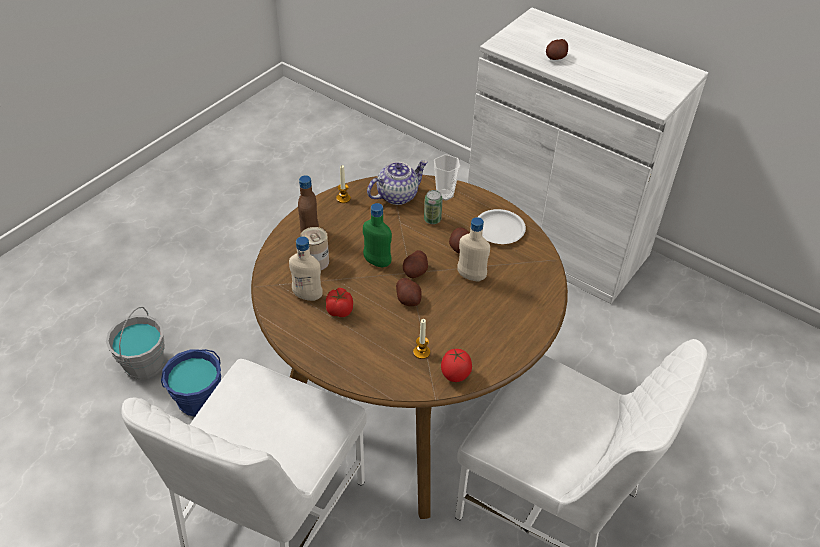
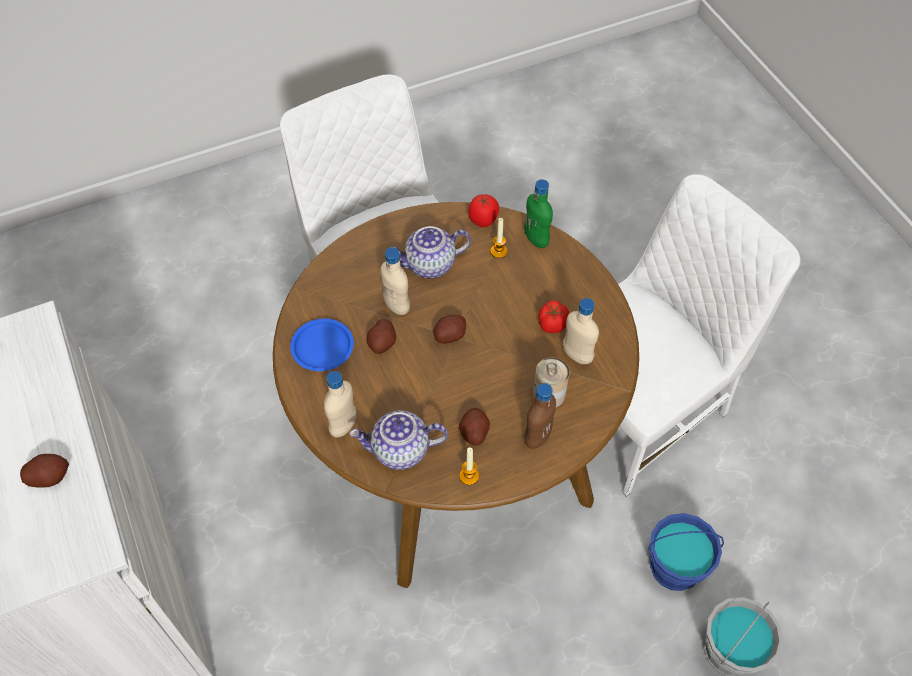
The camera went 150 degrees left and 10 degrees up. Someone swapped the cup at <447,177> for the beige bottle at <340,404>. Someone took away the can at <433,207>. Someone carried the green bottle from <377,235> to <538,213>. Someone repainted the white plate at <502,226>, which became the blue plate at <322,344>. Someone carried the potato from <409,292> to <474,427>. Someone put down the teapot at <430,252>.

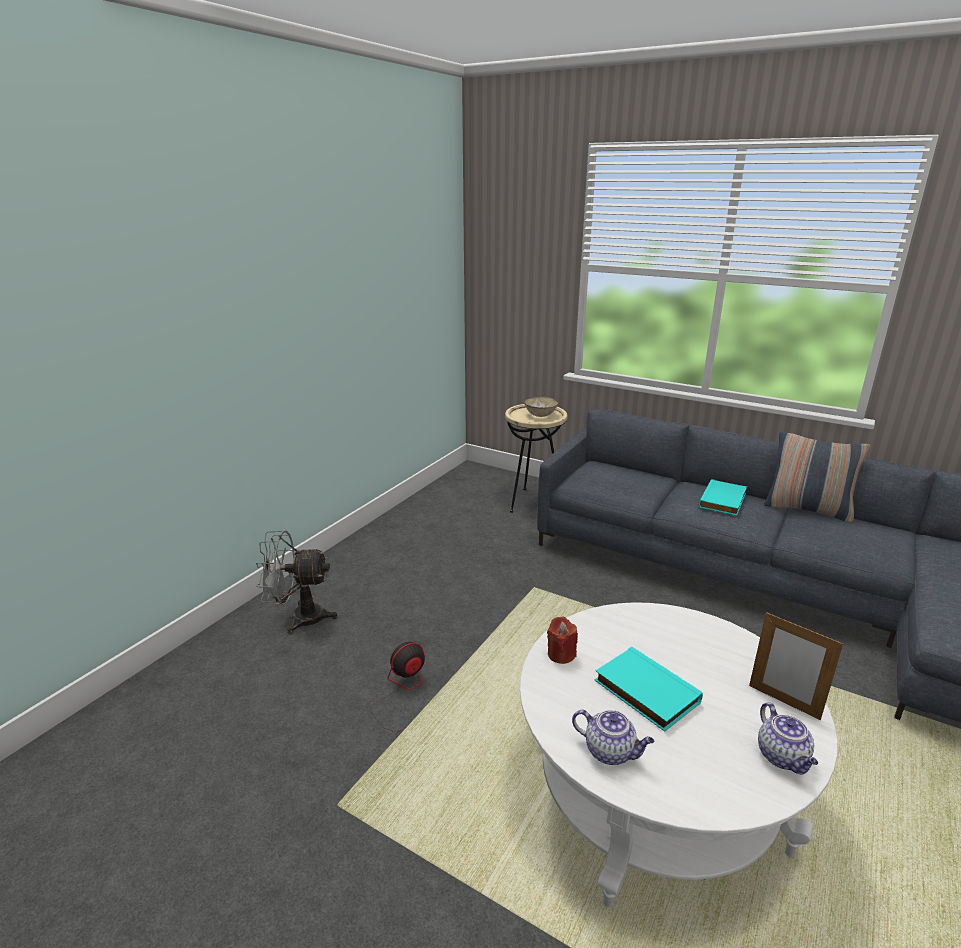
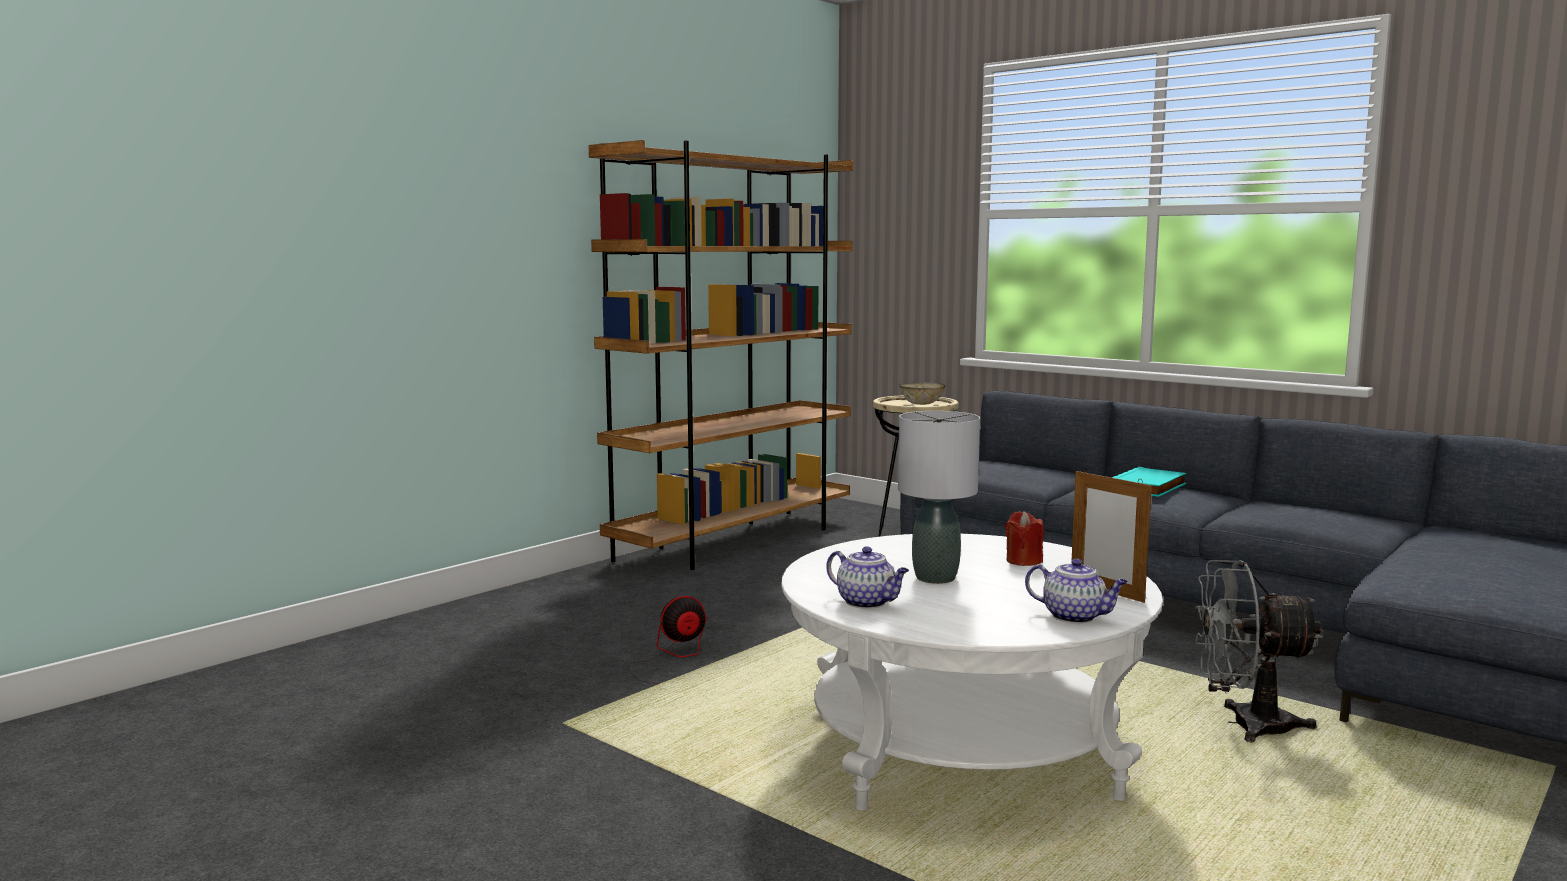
The camera went 10 degrees right and 15 degrees down. Someone took away the pillow at <817,477>. Someone carried the grey fan from <297,582> to <1258,651>. Someone carried the red candle from <562,640> to <1024,538>. Someone swapped the turquoise book at <648,689> for the grey table lamp at <939,497>. Someone rotated the teapot at <788,738> by 60 degrees counterclockwise. Someone put down the brown bookcase at <720,355>.

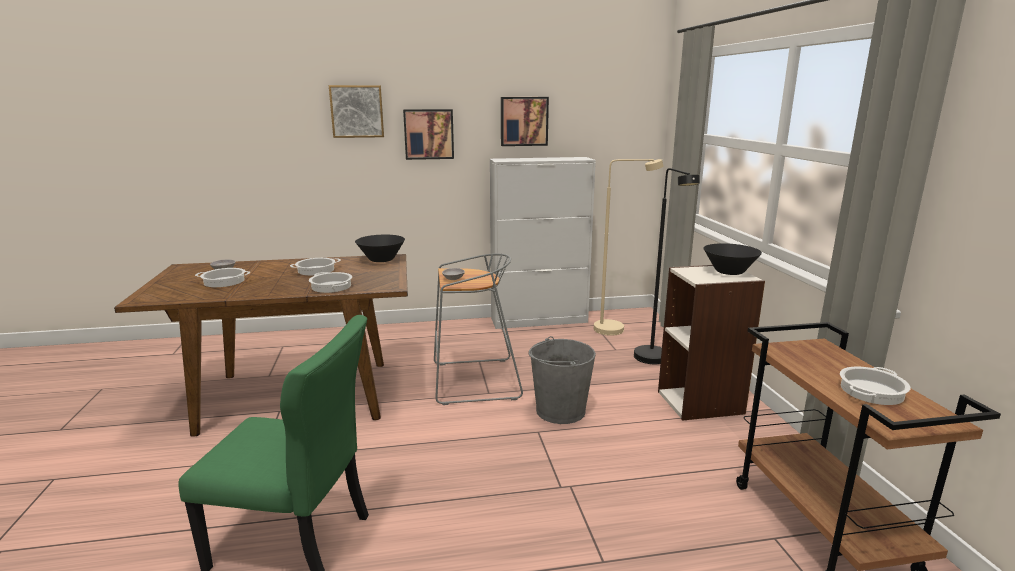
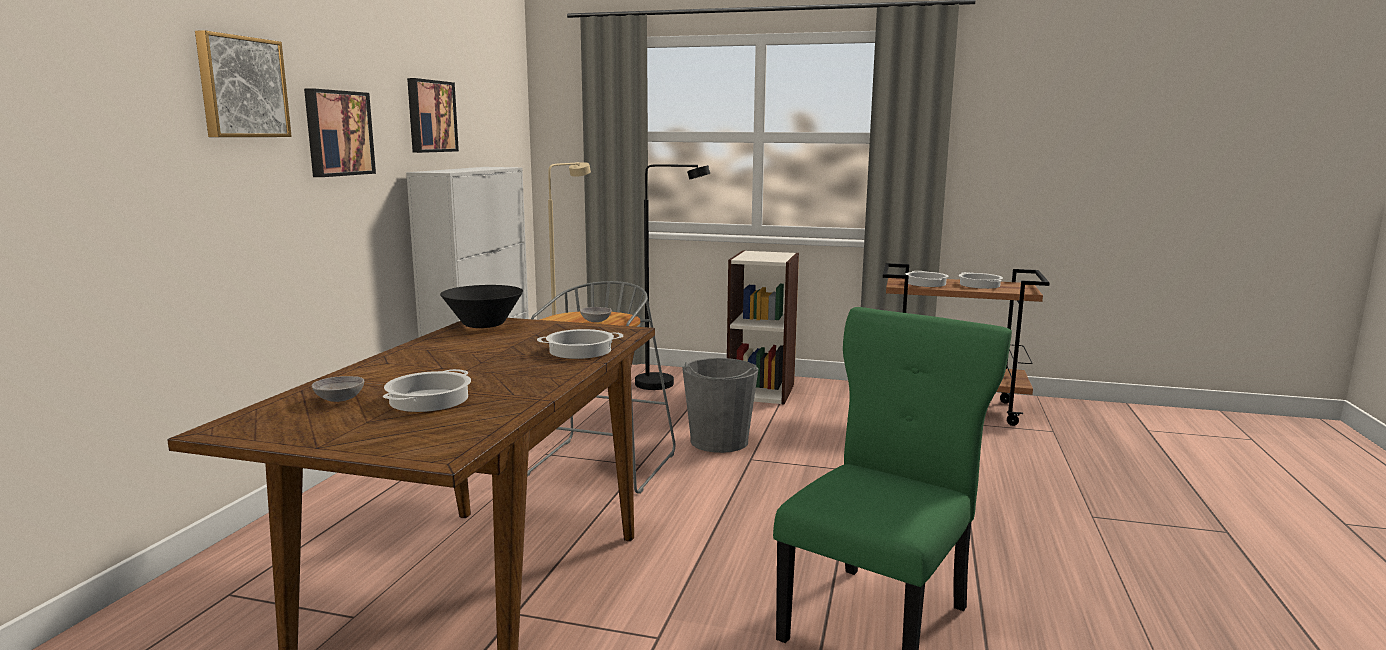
The camera went 65 degrees left and 5 degrees down. Someone took away the black bowl at <732,259>. Someone carried the cooking pot from <315,267> to <927,279>.

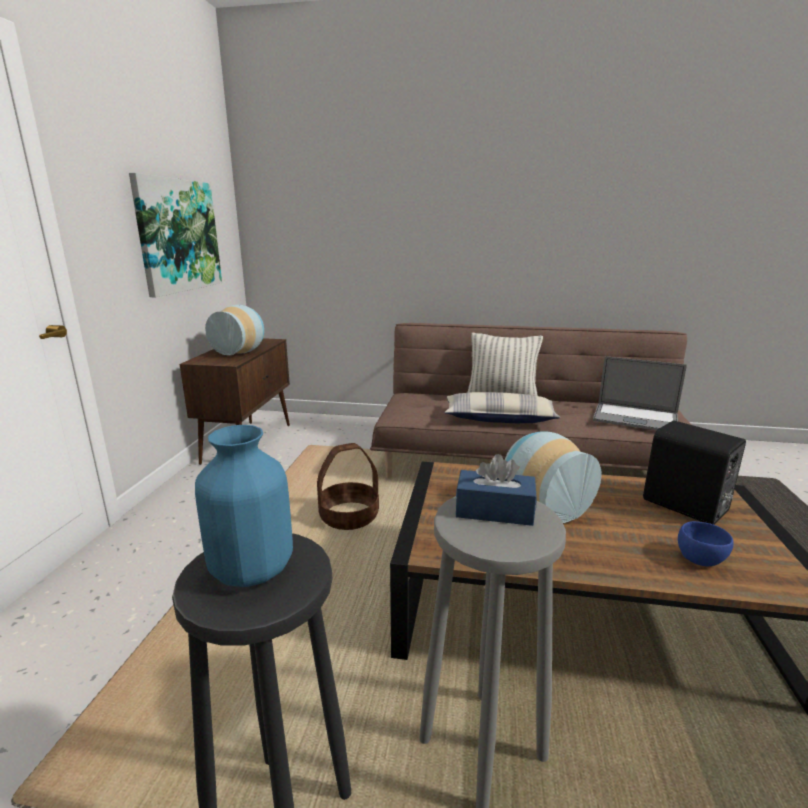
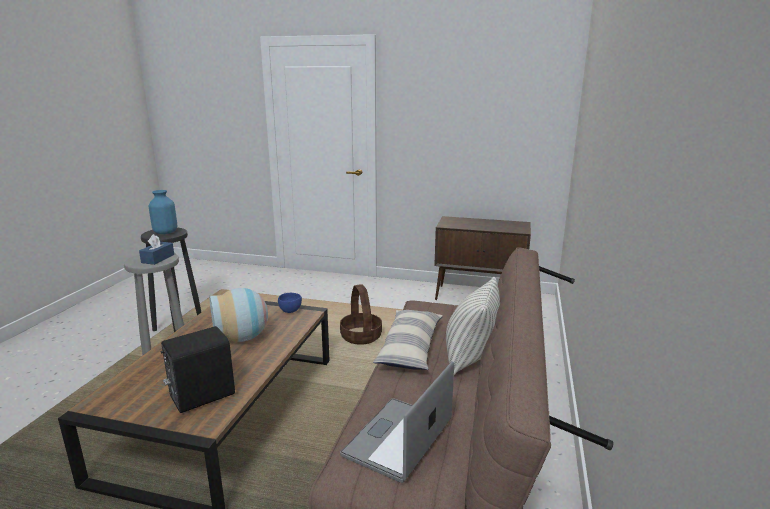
The camera went 95 degrees right and 0 degrees up. Someone took away the picture at <175,235>. Someone took away the vase at <234,330>. Someone carried the blue bowl from <706,543> to <290,303>.

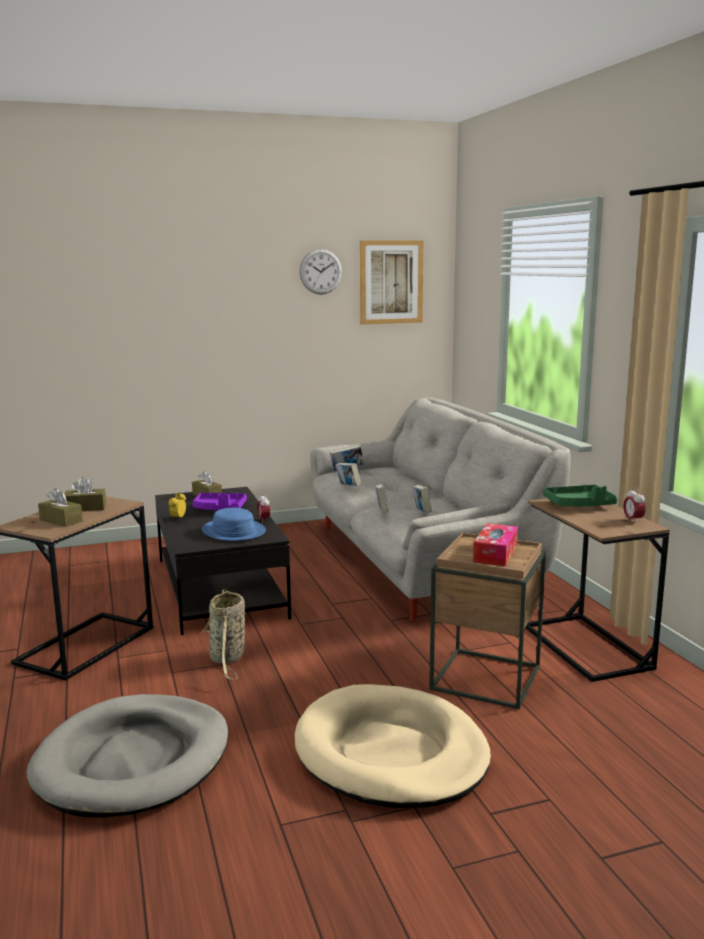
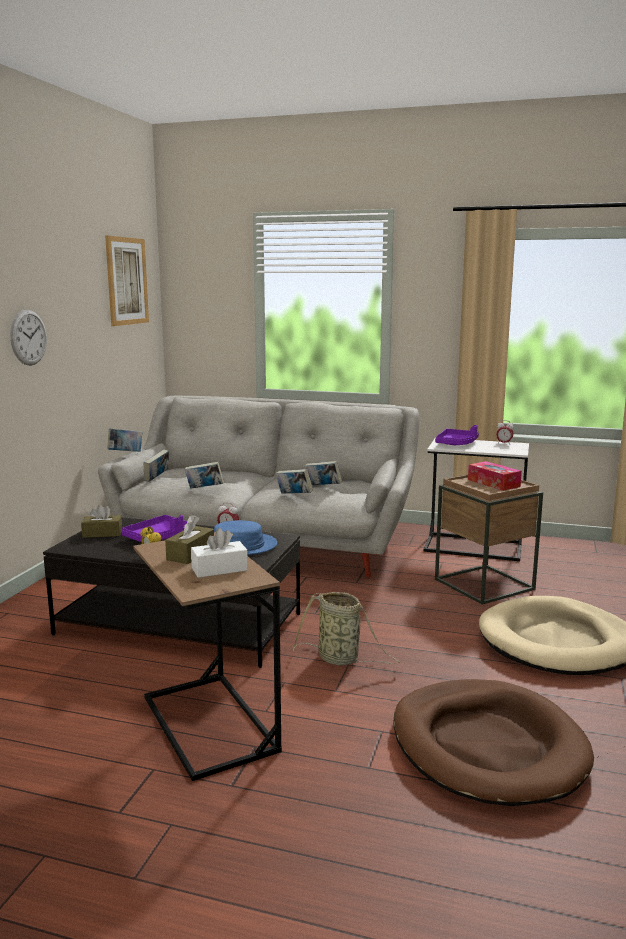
The camera went 55 degrees left and 0 degrees up. Someone carried the wall clock from <320,272> to <28,337>. Someone repainted the green tray at <580,496>, which became the purple tray at <457,435>. Someone repainted the brown tissue box at <60,507>, which became the white tissue box at <219,553>. Someone repainted the brown side table at <597,590>, which became the white side table at <476,500>. Someone repainted the grey dog bed at <127,756>, which became the brown dog bed at <493,742>. Someone put down the book at <125,440>.

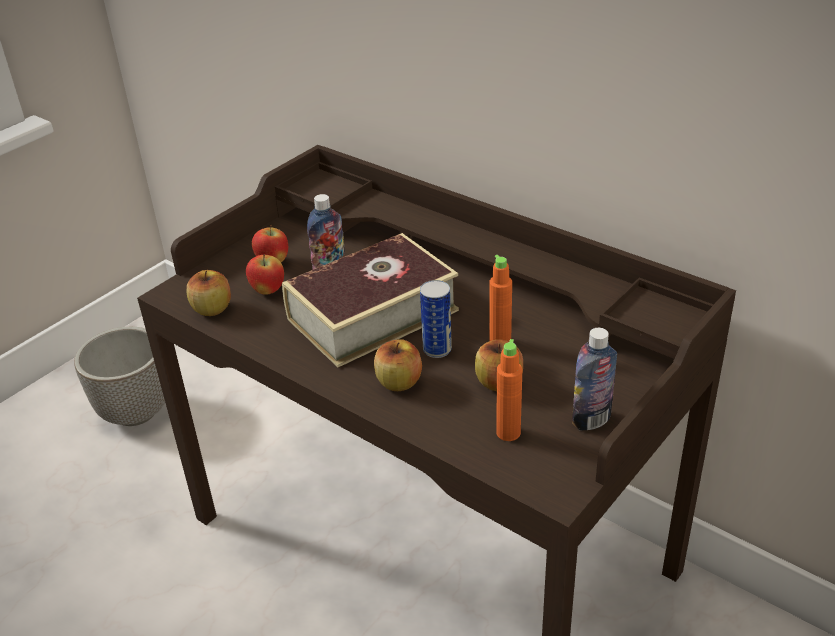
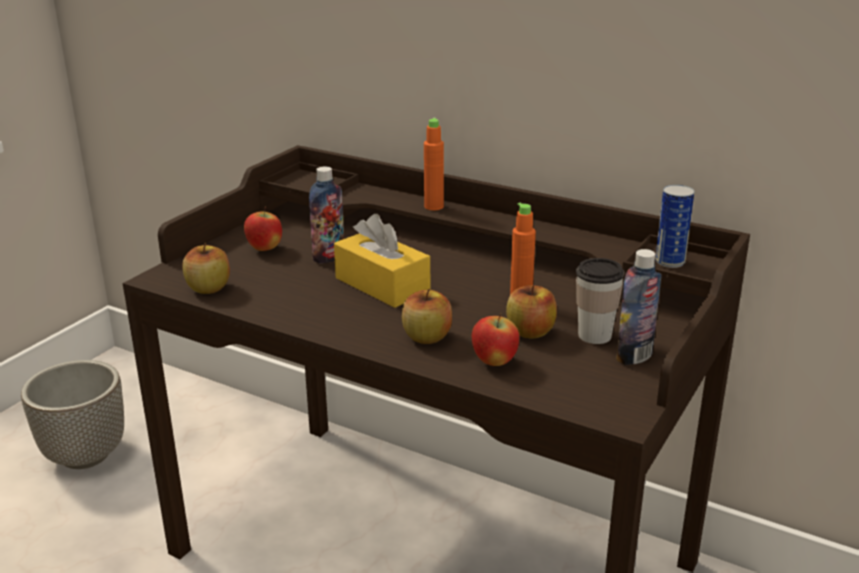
The camera went 10 degrees left and 10 degrees down. Someone swapped the book at <370,300> for the yellow tissue box at <382,261>. Someone carried the apple from <265,274> to <495,339>. Someone carried the can from <436,319> to <674,226>. Someone carried the orange bottle from <509,390> to <434,164>. Someone put down the cup at <600,301>.

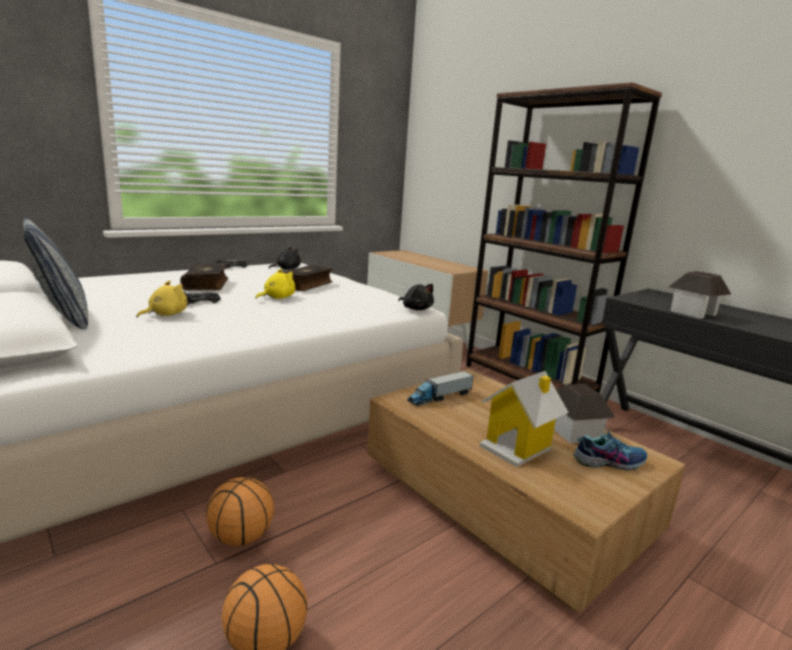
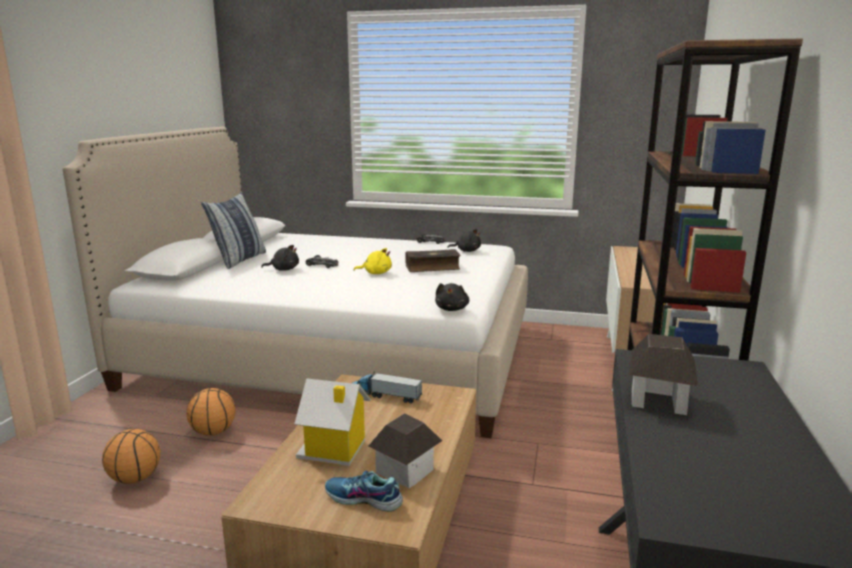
The camera went 55 degrees right and 0 degrees up. Someone took away the book at <204,276>. Someone repainted the yellow plush toy at <162,299>, which became the black plush toy at <280,258>. Someone rotated the shoe at <610,449> by 150 degrees clockwise.

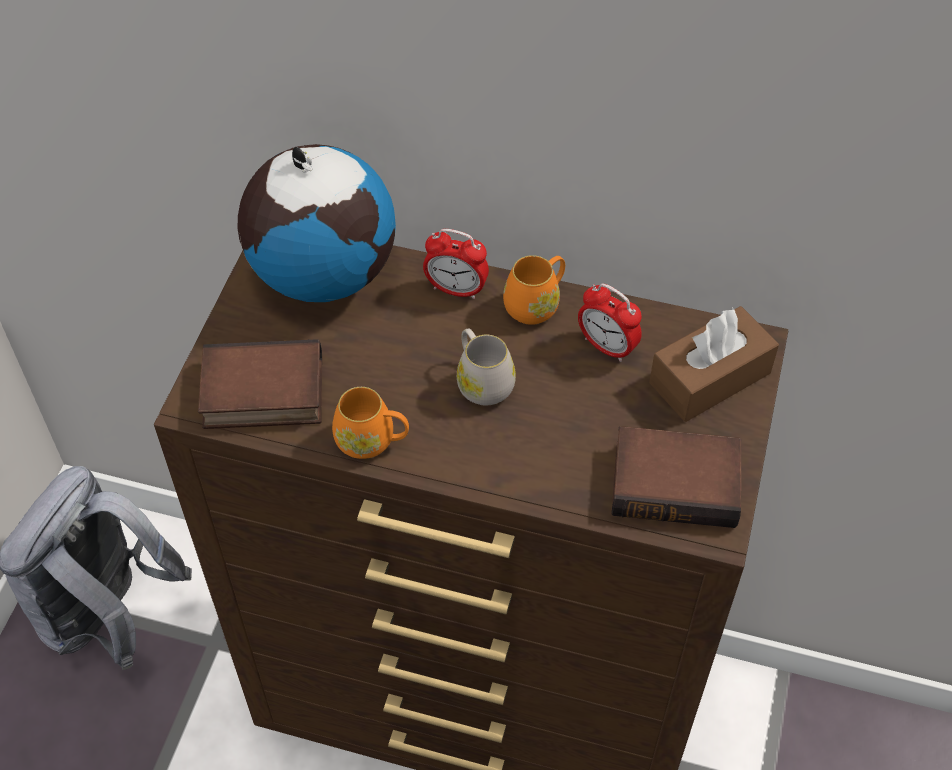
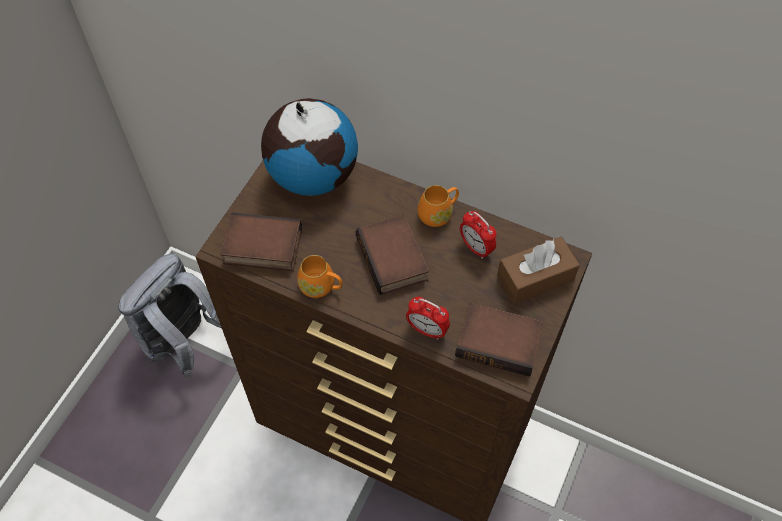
The camera went 10 degrees right and 5 degrees up. Someone carried the alarm clock from <456,264> to <428,318>. Someone swapped the white mug at <486,367> for the book at <392,254>.

